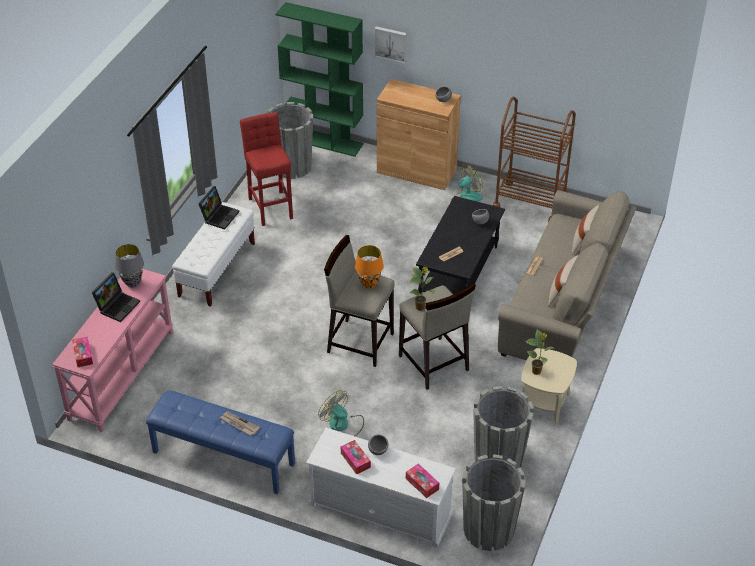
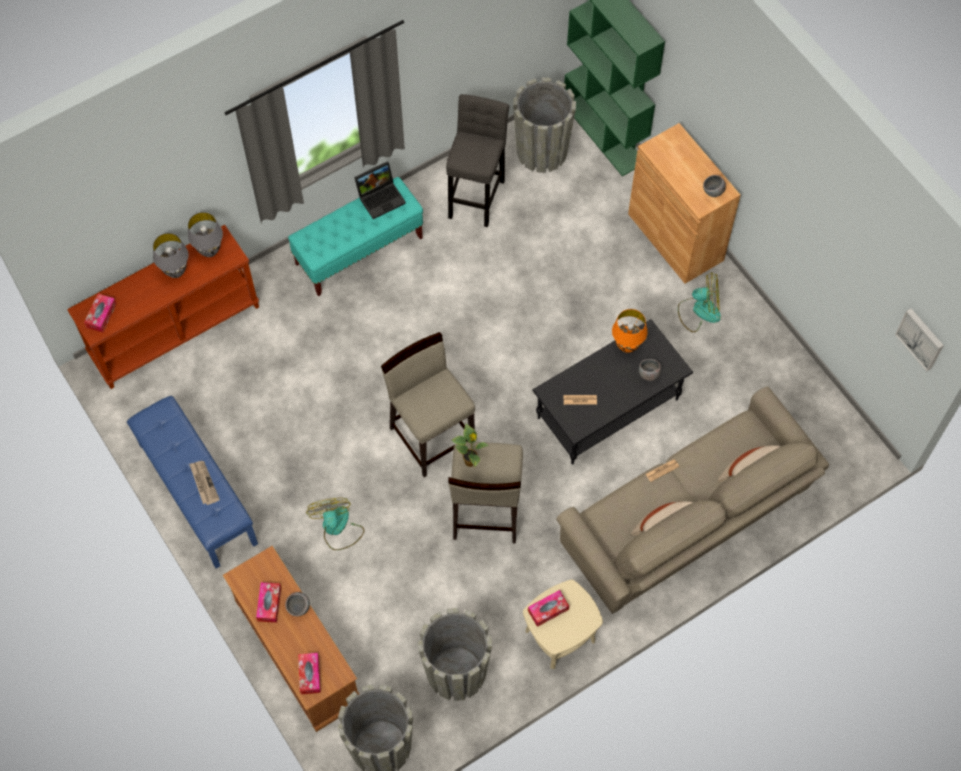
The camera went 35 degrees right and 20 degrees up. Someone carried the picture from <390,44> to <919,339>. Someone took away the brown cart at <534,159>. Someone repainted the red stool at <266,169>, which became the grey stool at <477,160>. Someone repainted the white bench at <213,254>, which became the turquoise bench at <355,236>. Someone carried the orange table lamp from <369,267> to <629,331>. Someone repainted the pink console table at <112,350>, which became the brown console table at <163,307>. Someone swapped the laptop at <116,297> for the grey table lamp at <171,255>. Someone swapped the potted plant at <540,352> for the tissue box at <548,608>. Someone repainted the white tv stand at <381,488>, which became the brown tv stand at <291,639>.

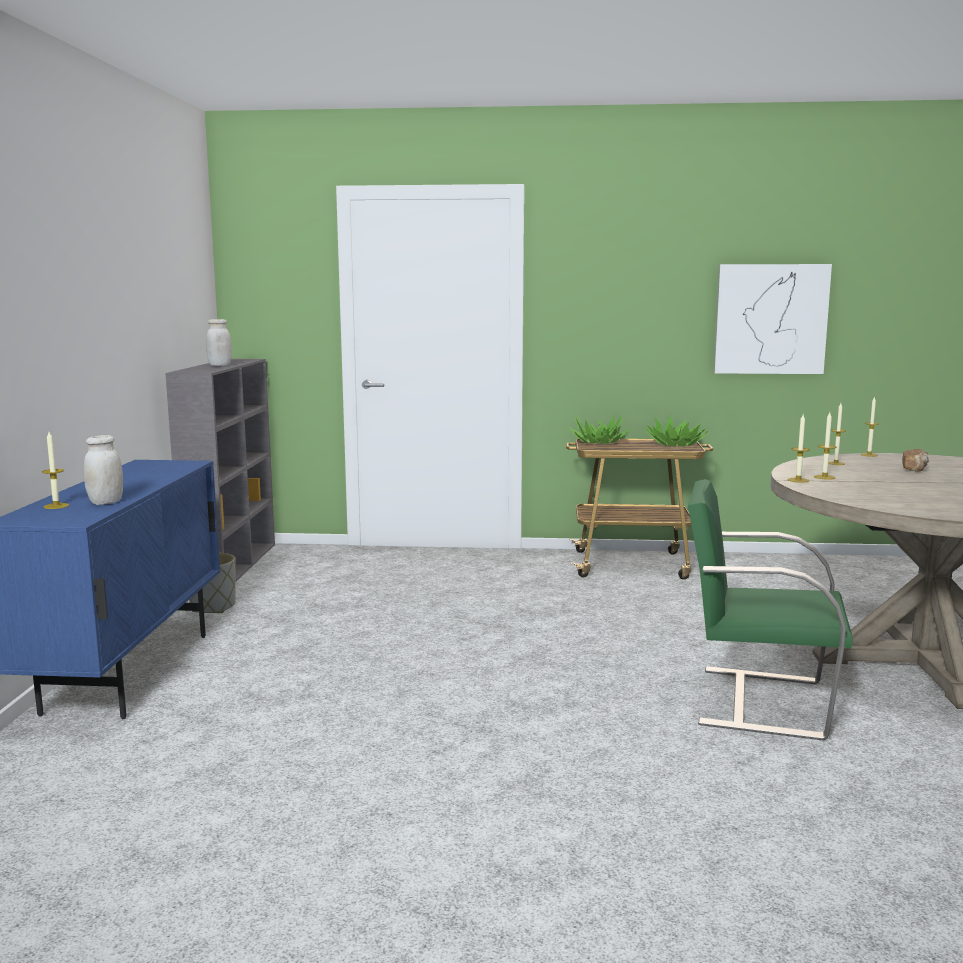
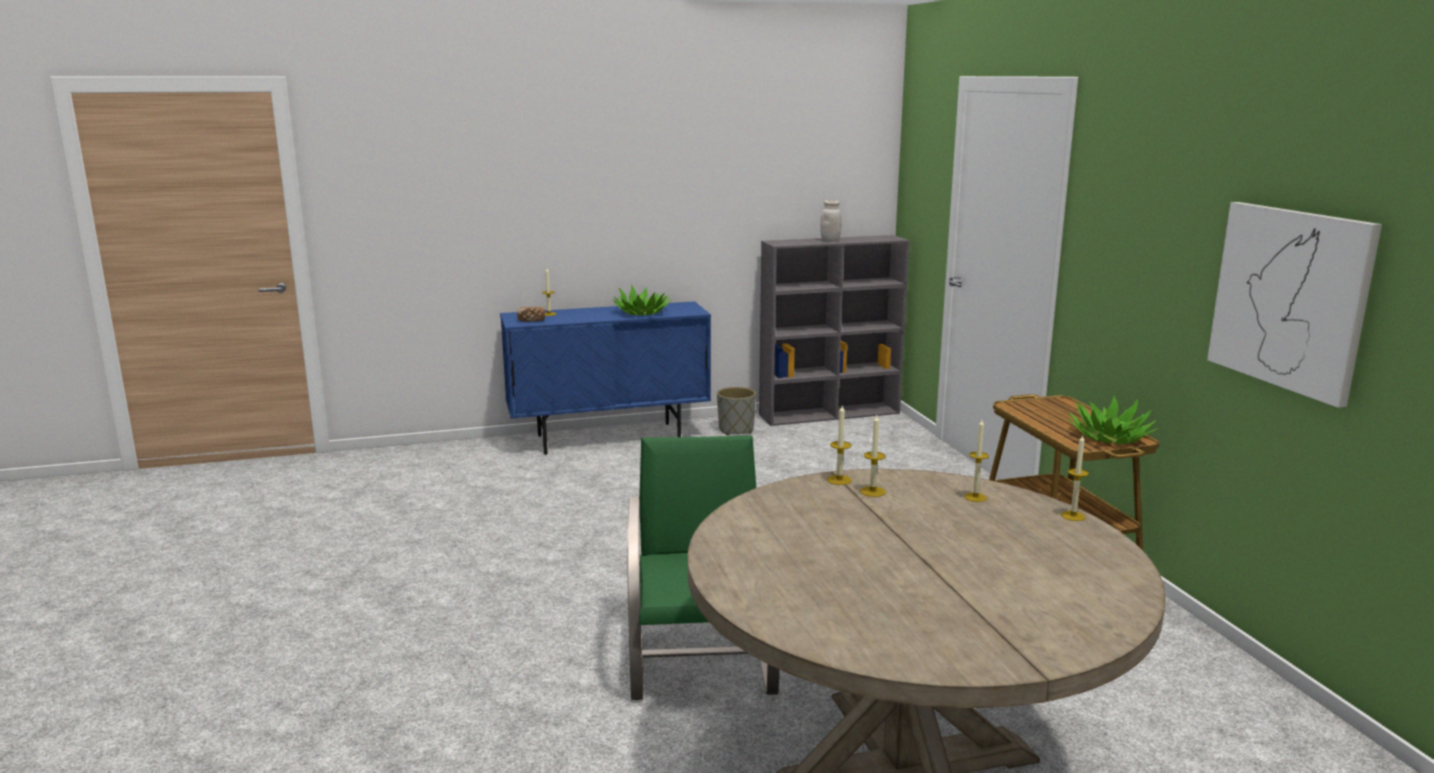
The camera went 70 degrees right and 5 degrees up. Someone carried the potted plant from <599,429> to <642,300>. Someone took away the white jar at <103,470>. Someone carried the bread from <915,460> to <531,314>.

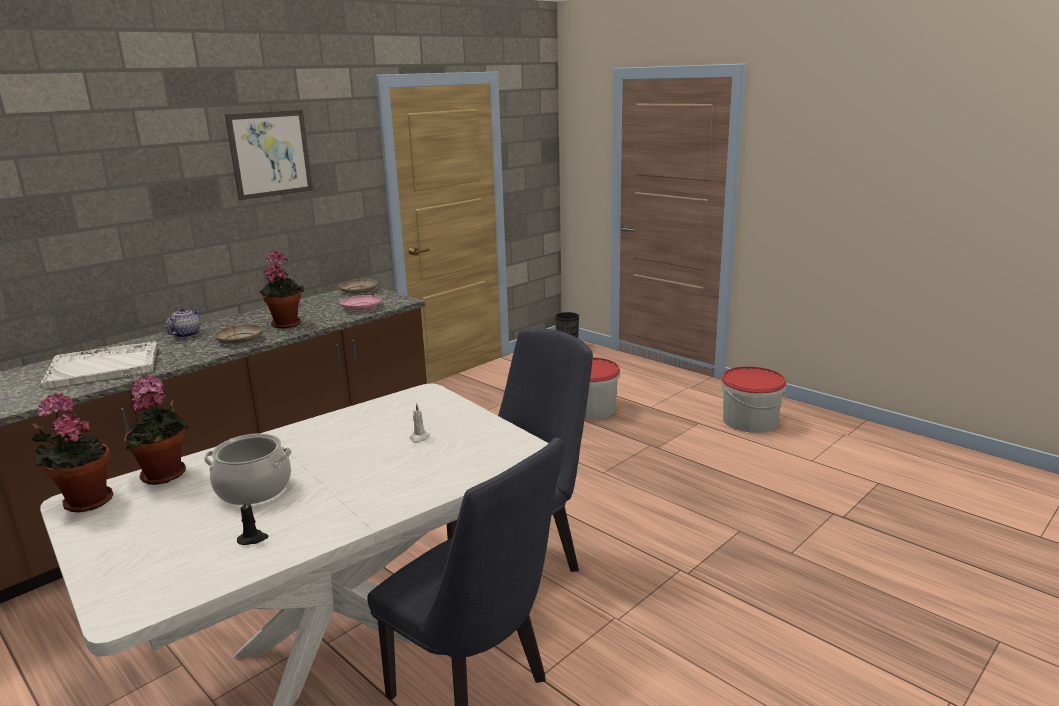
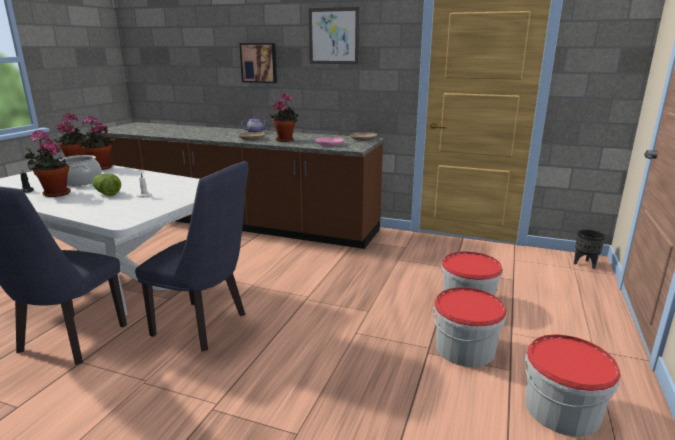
The camera went 65 degrees right and 0 degrees up. Someone took away the white tray at <98,365>. Someone put up the picture at <258,63>. Someone put down the potted plant at <47,163>. Someone put down the lettuce at <106,185>. Someone put down the bucket at <469,327>.

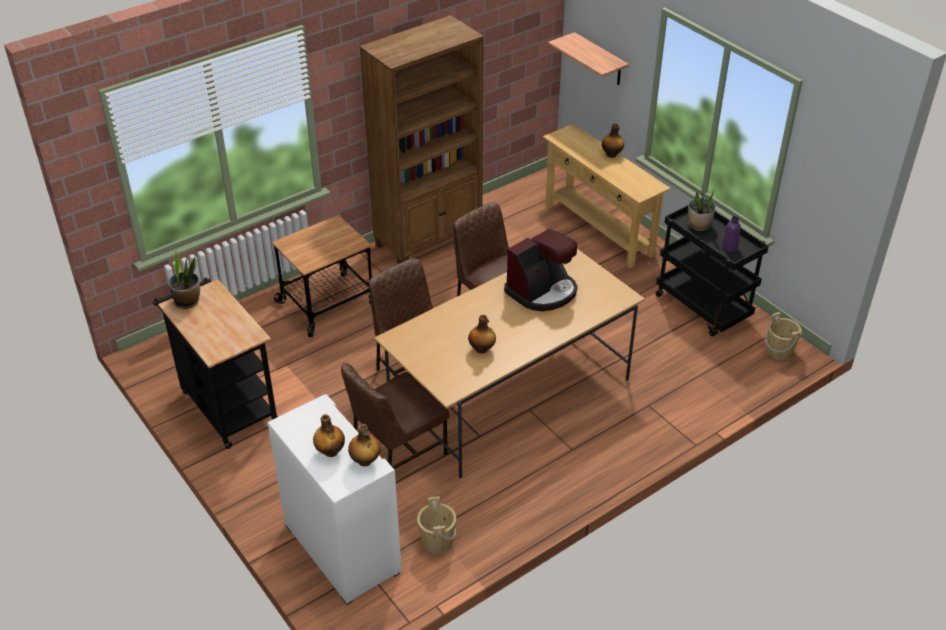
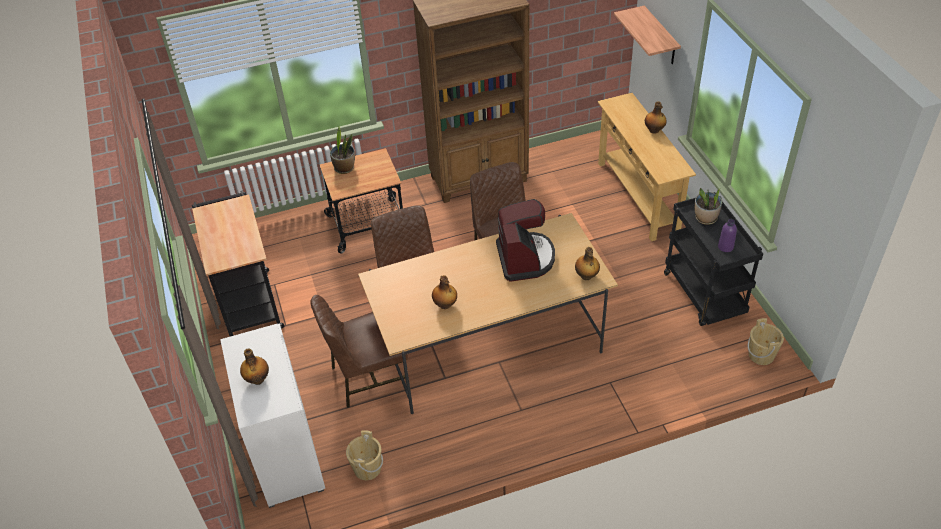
The camera went 20 degrees right and 5 degrees up. Someone rotated the coffee machine at <541,270> by 75 degrees counterclockwise. Someone carried the potted plant from <184,279> to <342,150>. Someone carried the bottle from <364,445> to <587,263>.

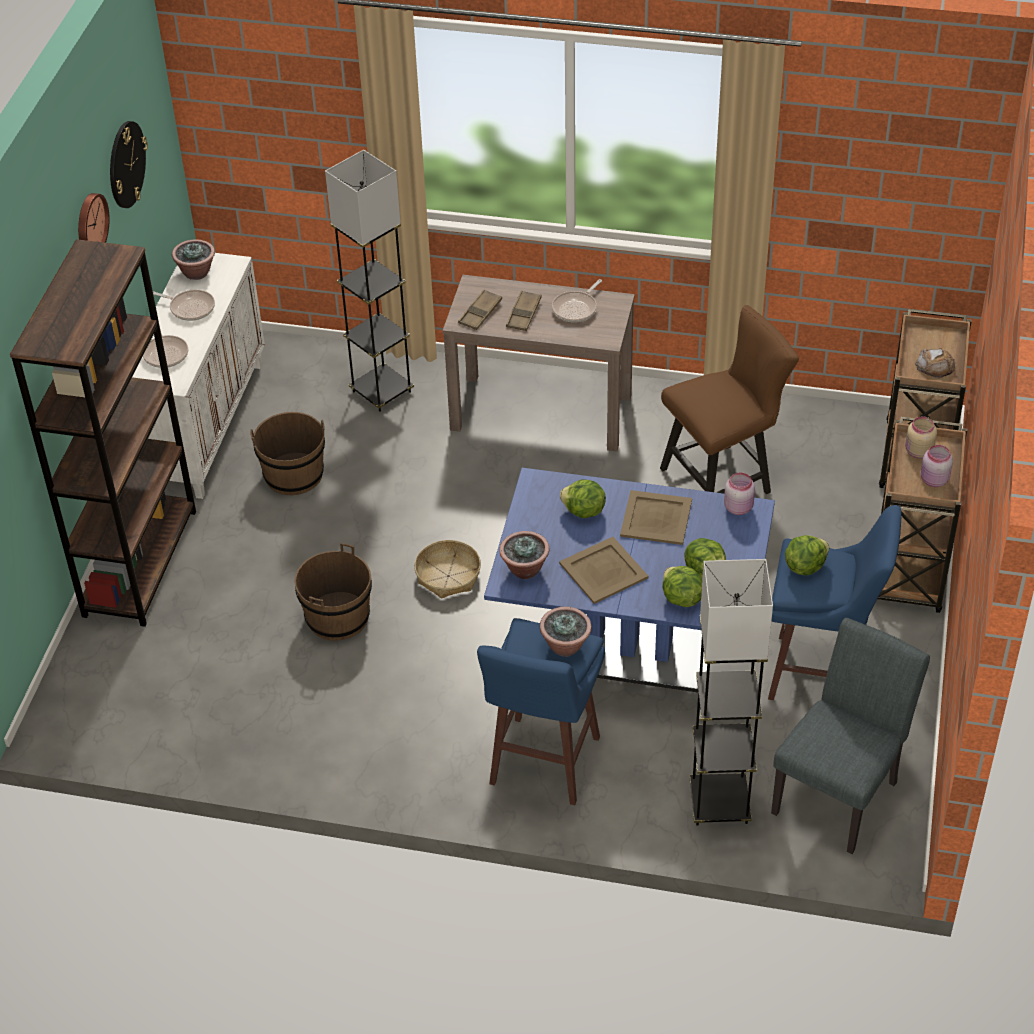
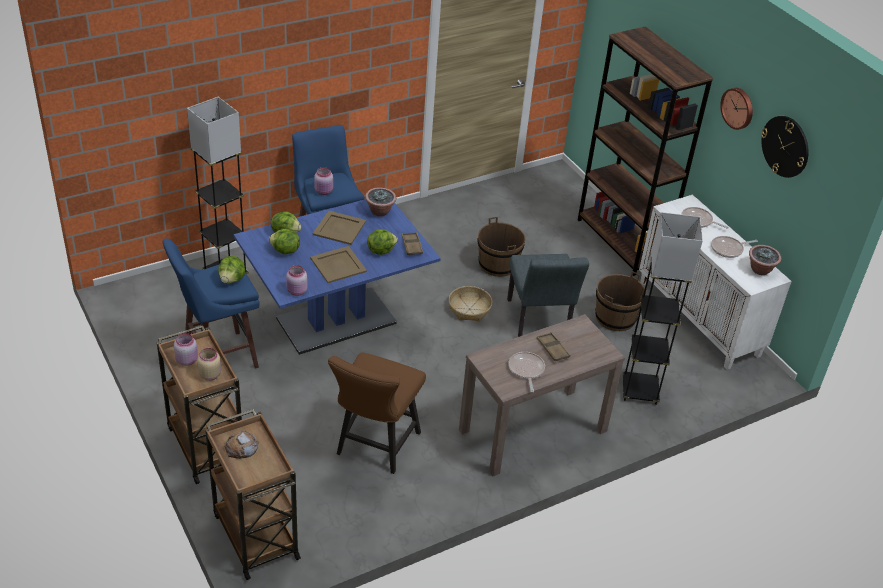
The camera went 135 degrees right and 5 degrees down. Someone carried the brown tray from <480,310> to <412,243>. Someone swapped the potted plant at <565,632> for the pink jar at <323,181>. Someone carried the grey chair from <850,735> to <548,295>.

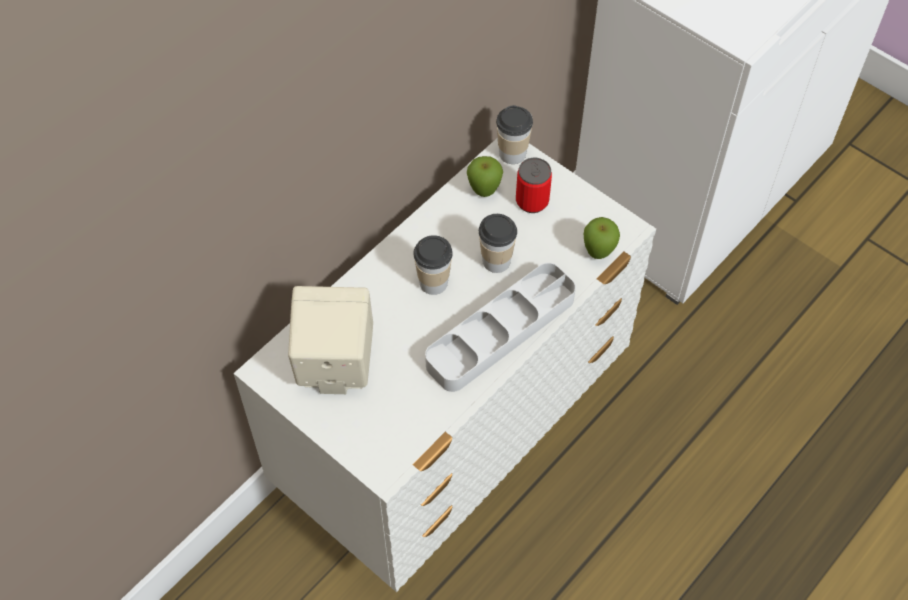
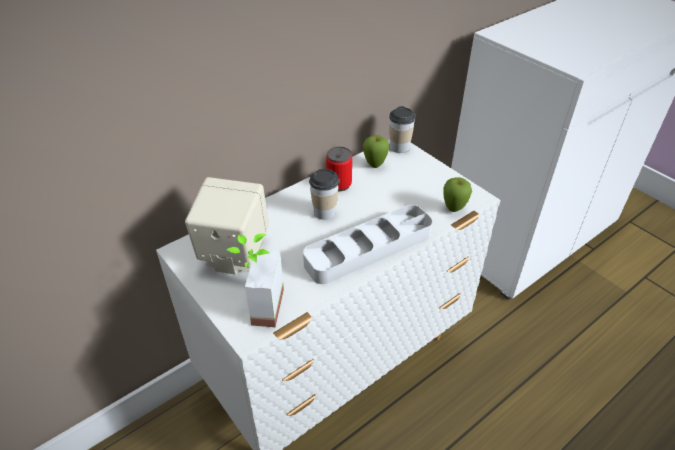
The camera went 10 degrees right and 15 degrees down. Someone carried the can from <534,185> to <339,169>. Someone took away the cup at <498,243>. Someone put down the potted plant at <255,280>.

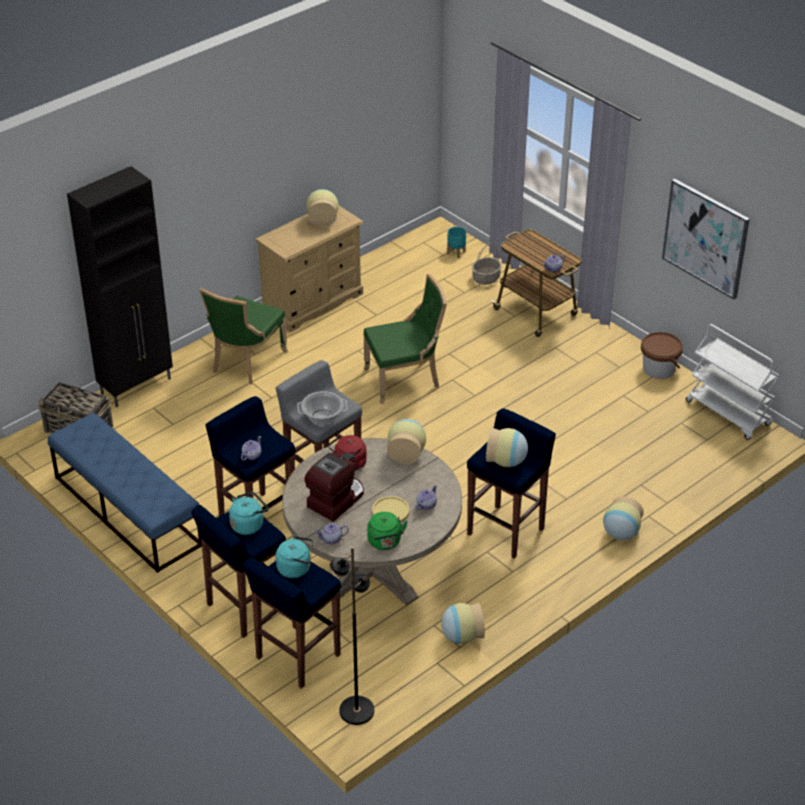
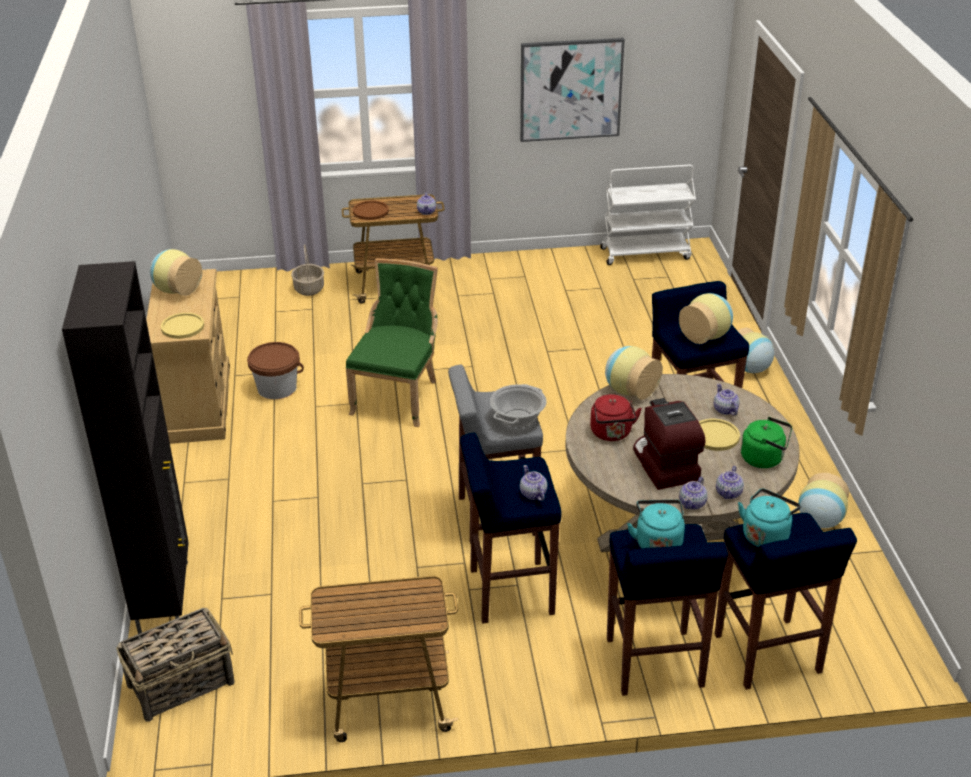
The camera went 55 degrees left and 5 degrees down. Someone took away the turquoise planter at <456,242>. Someone took away the green chair at <244,336>. Someone carried the brown bucket from <662,355> to <275,370>. Someone swapped the blue bench at <125,493> for the cart at <378,659>. Someone took away the black floor lamp at <351,636>. Someone put down the brown plate at <371,210>. Someone put down the yellow plate at <182,326>. Someone put down the teapot at <693,493>.

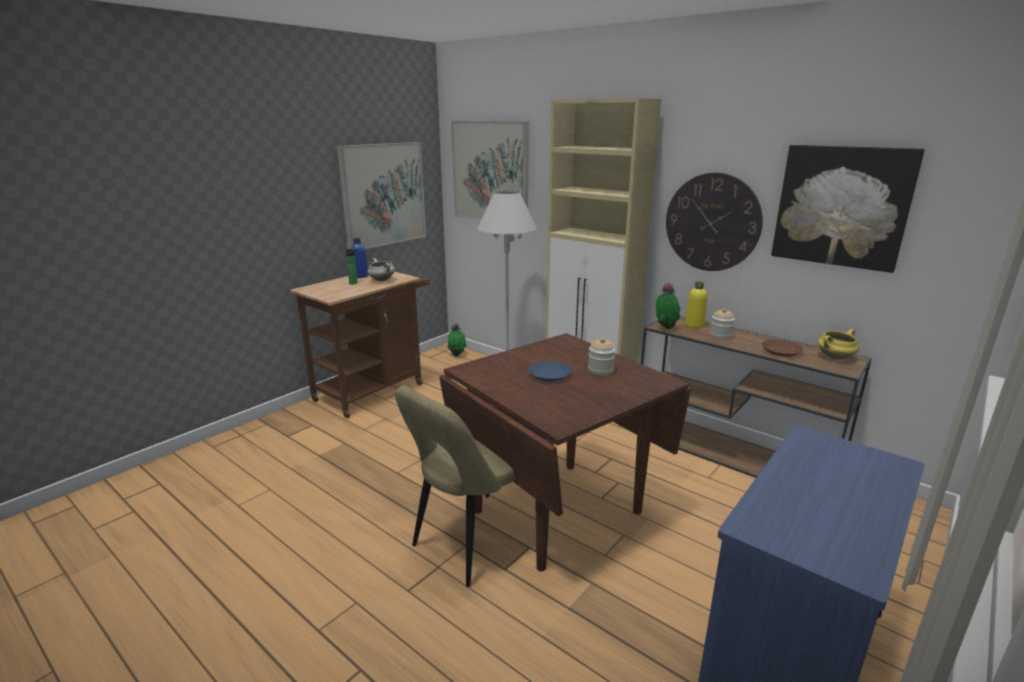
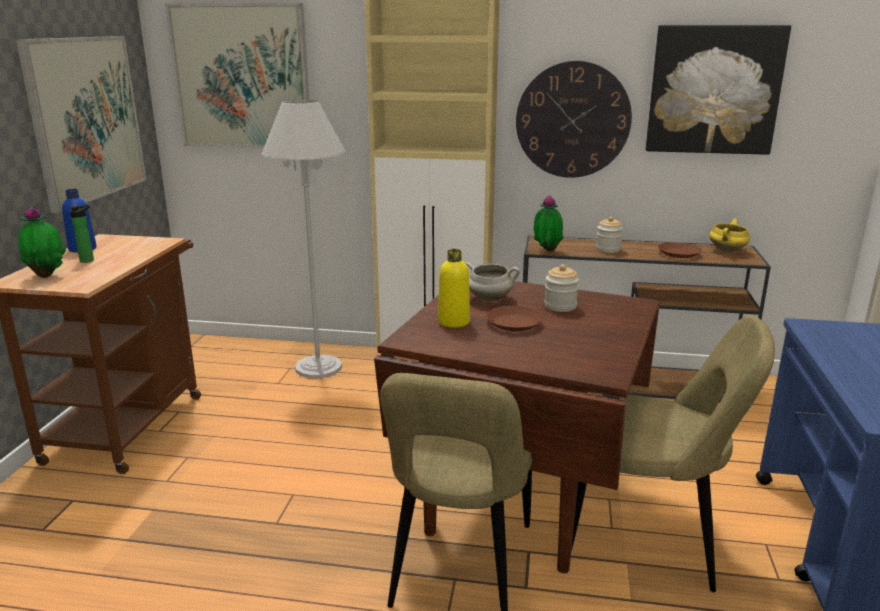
The camera went 30 degrees left and 0 degrees up. Someone carried the white cooking pot from <381,269> to <492,282>. Someone carried the yellow bottle from <696,305> to <454,288>. Someone carried the potted plant from <457,340> to <42,242>. Someone repainted the blue plate at <550,371>, which became the brown plate at <515,318>. Someone put down the beige chair at <673,454>.

